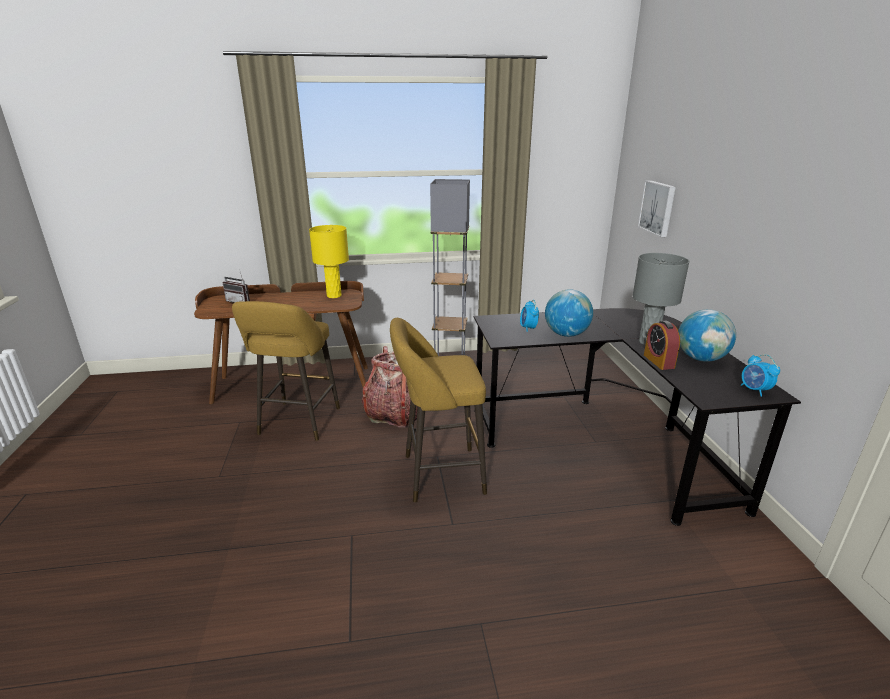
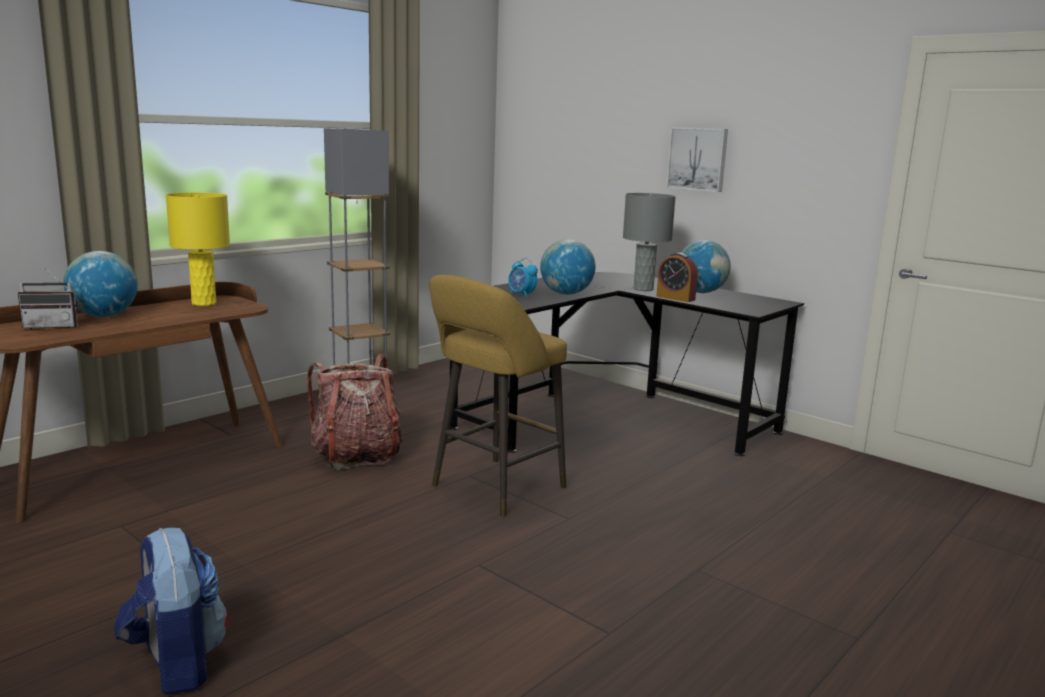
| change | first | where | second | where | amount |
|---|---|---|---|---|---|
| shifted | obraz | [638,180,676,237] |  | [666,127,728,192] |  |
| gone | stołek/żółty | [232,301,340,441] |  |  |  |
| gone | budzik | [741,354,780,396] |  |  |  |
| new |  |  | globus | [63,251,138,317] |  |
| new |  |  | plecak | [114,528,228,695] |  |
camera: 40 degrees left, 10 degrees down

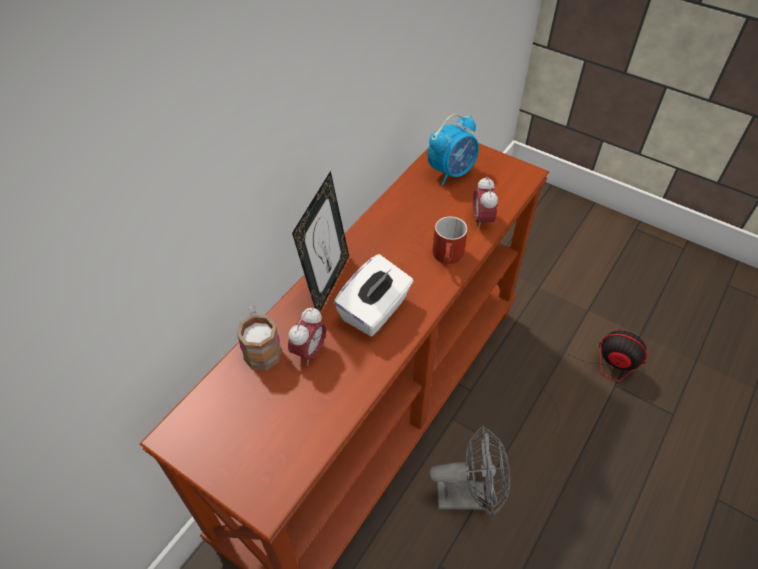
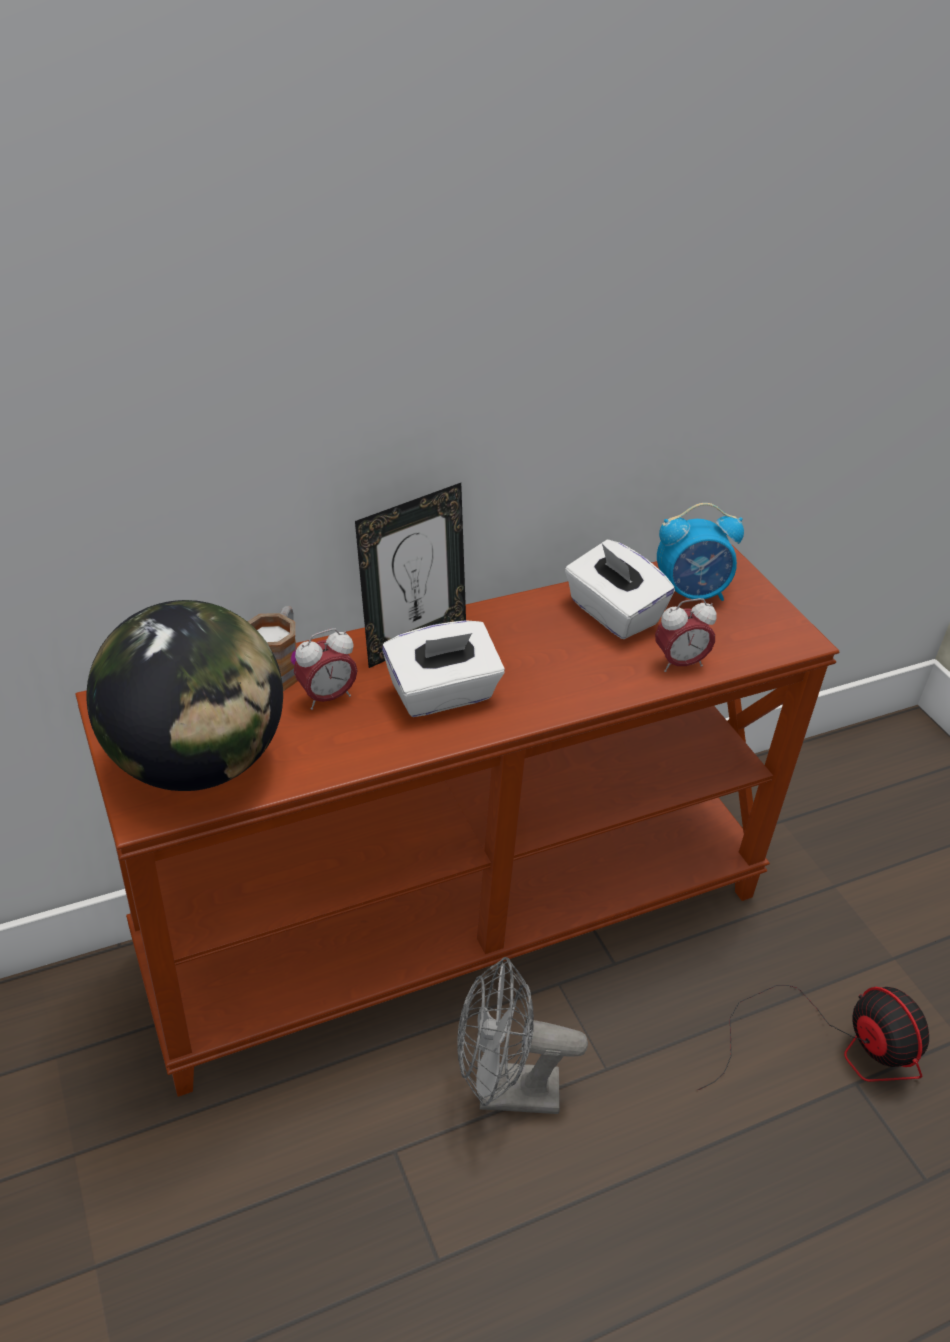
| change | first | where | second | where | amount |
|---|---|---|---|---|---|
| rotated | budzik | [473,176,498,230] |  | [655,598,717,672] | 135 degrees counterclockwise |
| gone | kubek/czerwony | [433,216,468,264] |  |  |  |
| rotated | wentylator/szary | [429,425,510,517] |  | [457,957,588,1114] | 150 degrees clockwise |
| new |  |  | pudełko chusteczek/biały | [565,539,675,639] |  |
| new |  |  | globus | [86,600,283,791] |  |
camera: 30 degrees right, 10 degrees down

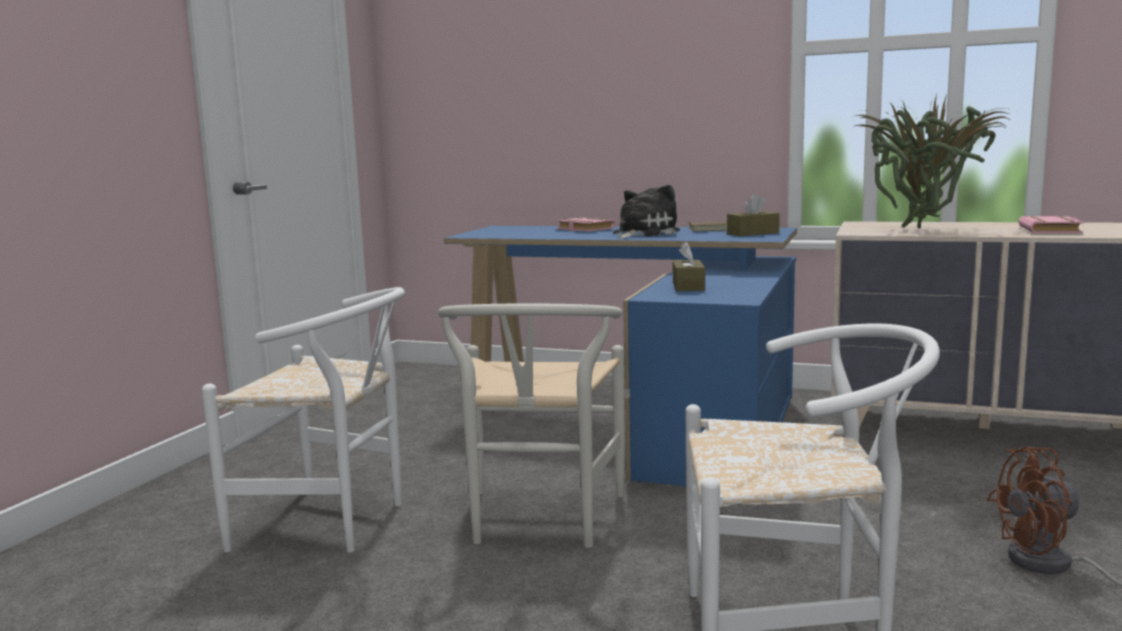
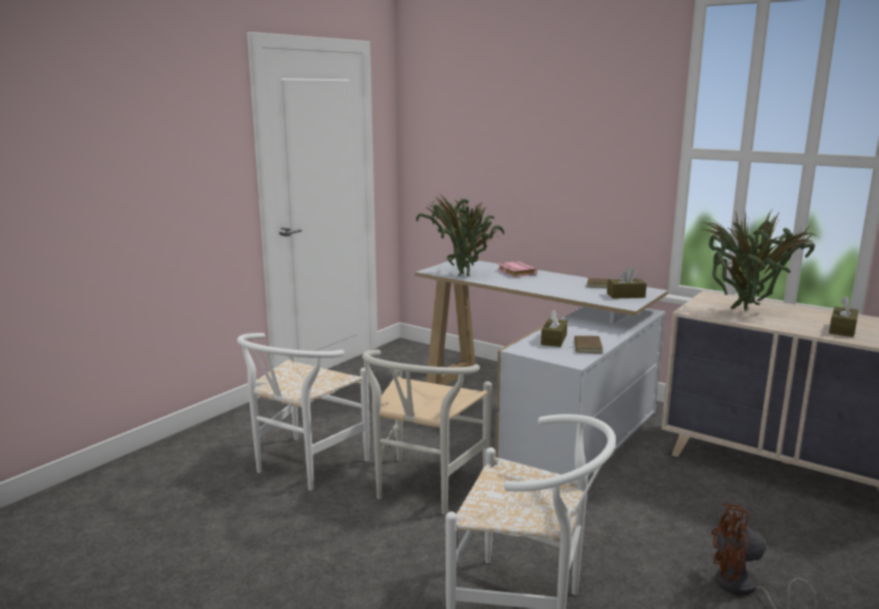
| change | first | where | second | where | amount |
|---|---|---|---|---|---|
| gone | pluszak | [613,185,680,239] |  |  |  |
| swapped | książka/różowy | [1018,215,1084,233] | pudełko chusteczek/brązowy | [829,296,859,337] |  |
| repainted | biurko/niebieski | [444,226,797,486] | biurko/biały | [415,259,668,478] |  |
| rotated | krzesło/biały | [202,287,405,552] |  | [237,333,370,491] | 90 degrees clockwise |
| new |  |  | roślina doniczkowa | [416,193,505,276] |  |
| new |  |  | książka/brązowy | [569,336,603,353] |  |
camera: 15 degrees right, 5 degrees up

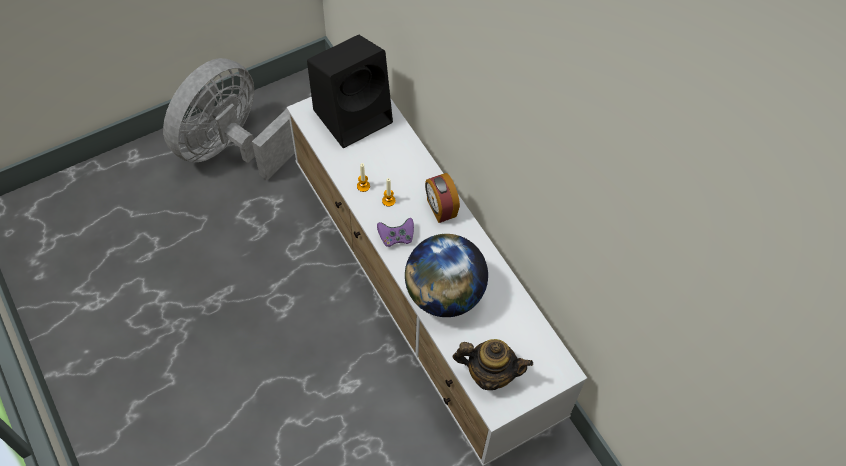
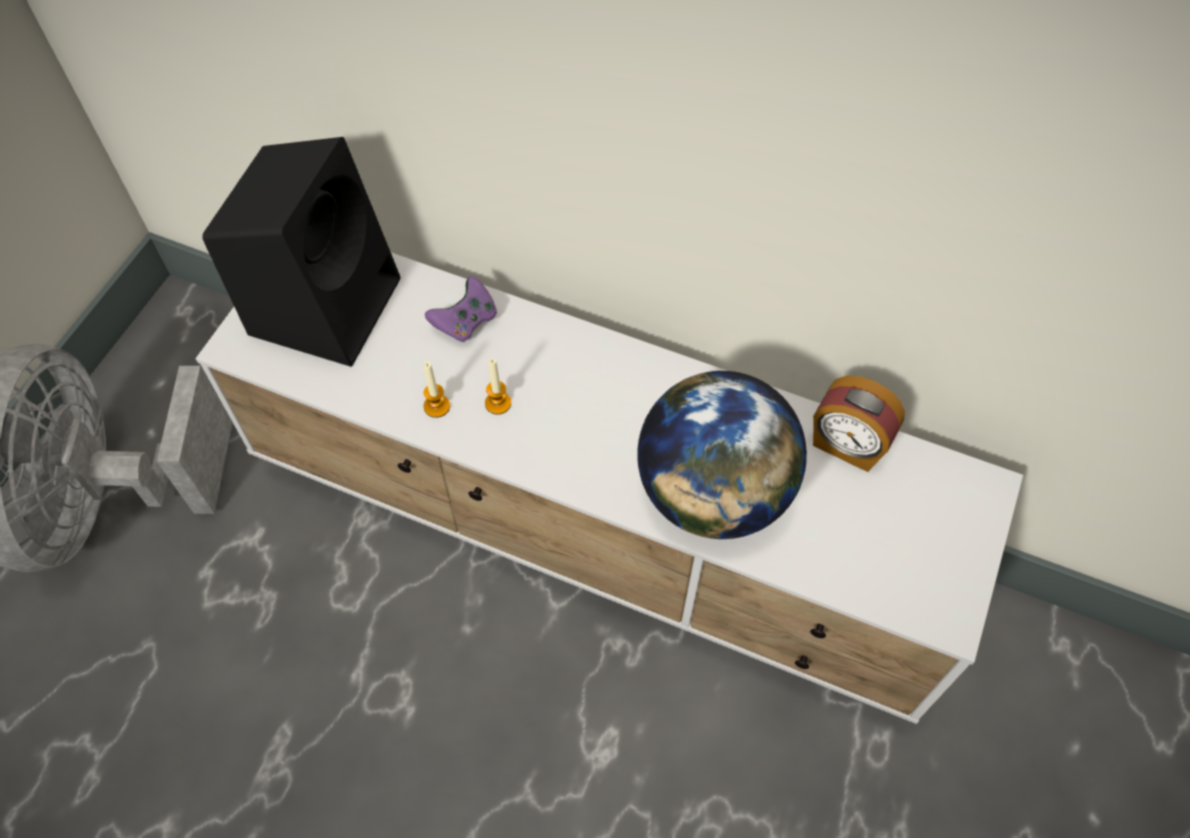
| change | first | where | second | where | amount |
|---|---|---|---|---|---|
| shifted | budzik | [425,173,460,223] |  | [813,376,905,472] |  |
| shifted | pad do gier/fioletowy | [377,218,414,247] |  | [425,276,497,342] |  |
| gone | imbryk | [453,339,533,390] |  |  |  |
camera: 35 degrees left, 0 degrees up

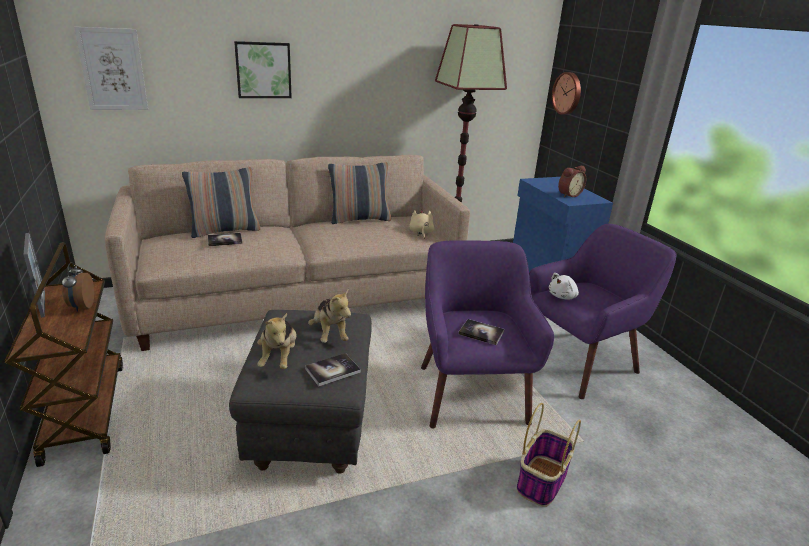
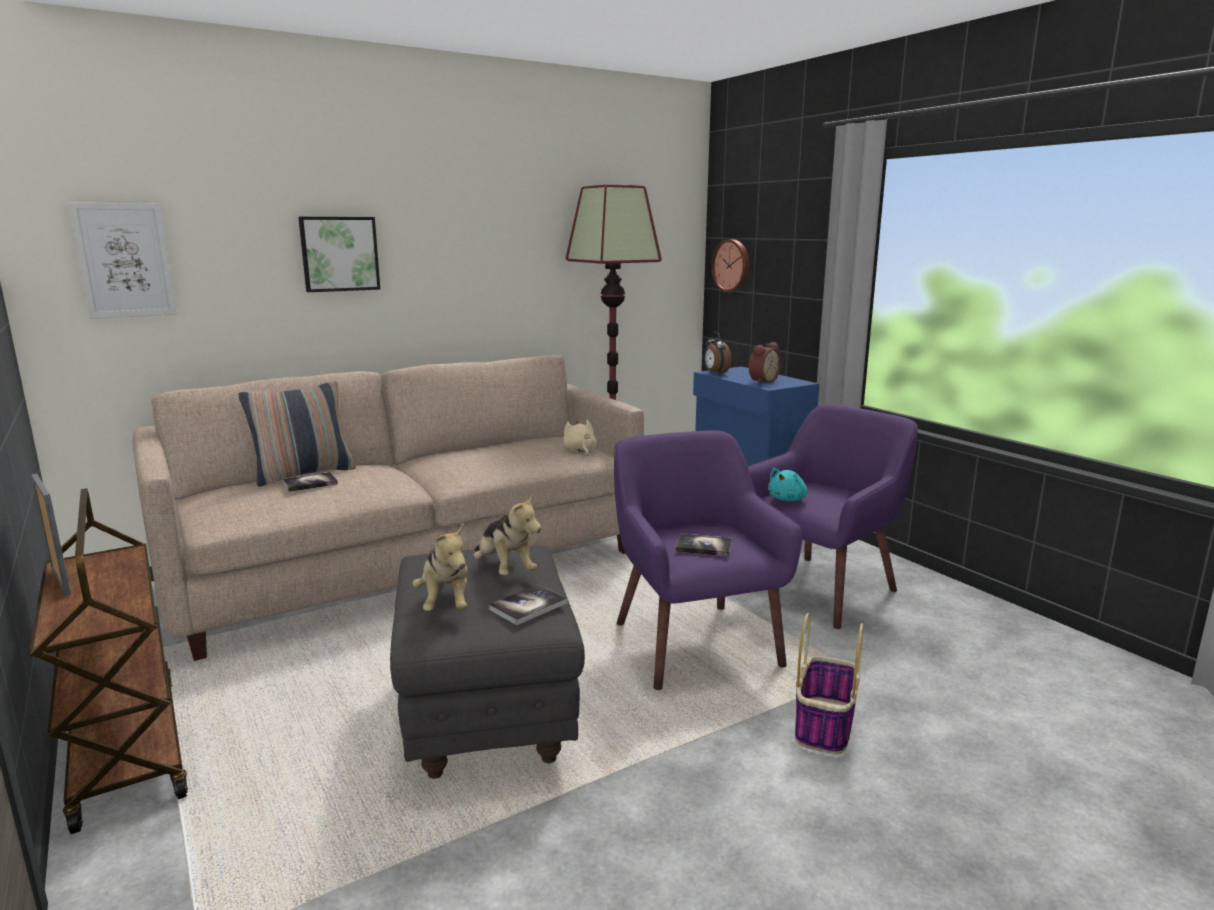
| change | first | where | second | where | amount |
|---|---|---|---|---|---|
| gone | poduszka | [328,162,391,224] |  |  |  |
| shifted | budzik | [62,262,94,312] |  | [703,332,731,374] |  |
| repainted | pluszak/biały | [549,273,579,299] | pluszak/turkusowy | [768,468,808,501] |  |
camera: 10 degrees left, 10 degrees down

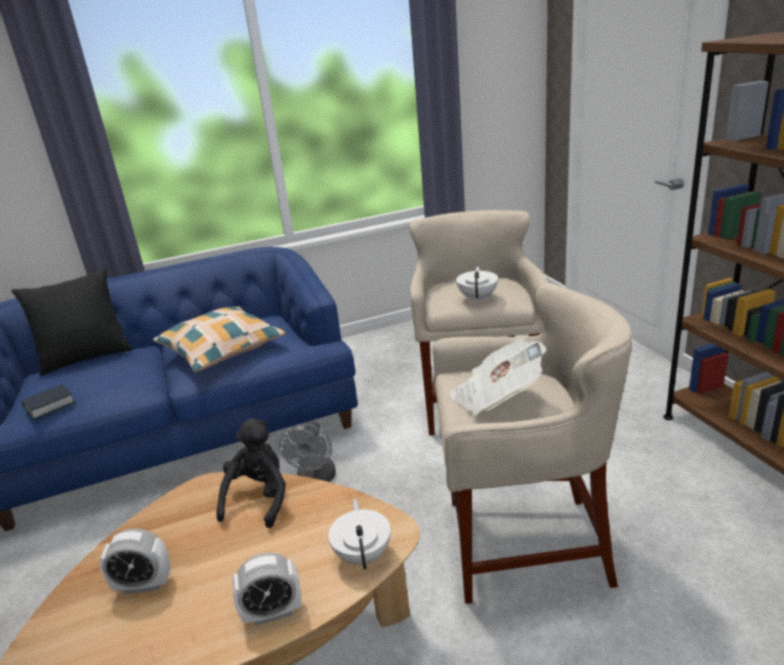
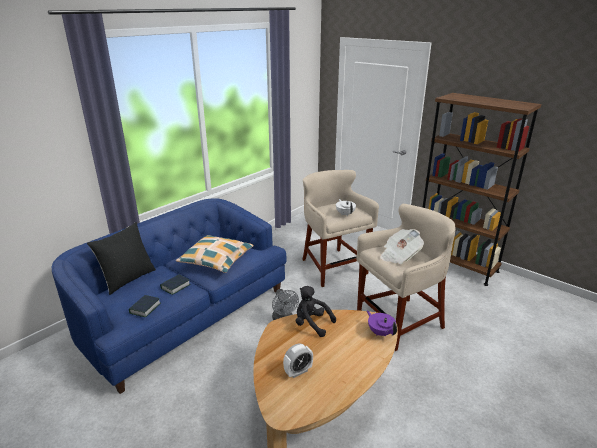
| change | first | where | second | where | amount |
|---|---|---|---|---|---|
| rotated | pluszak/czarny | [216,418,286,528] |  | [296,286,336,337] | 45 degrees counterclockwise |
| repainted | imbryk/biały | [328,499,391,569] | imbryk/fioletowy | [367,310,397,337] |  |
| gone | budzik | [232,553,302,626] |  |  |  |
| new |  |  | książka | [160,274,191,295] |  |
camera: 30 degrees left, 0 degrees up

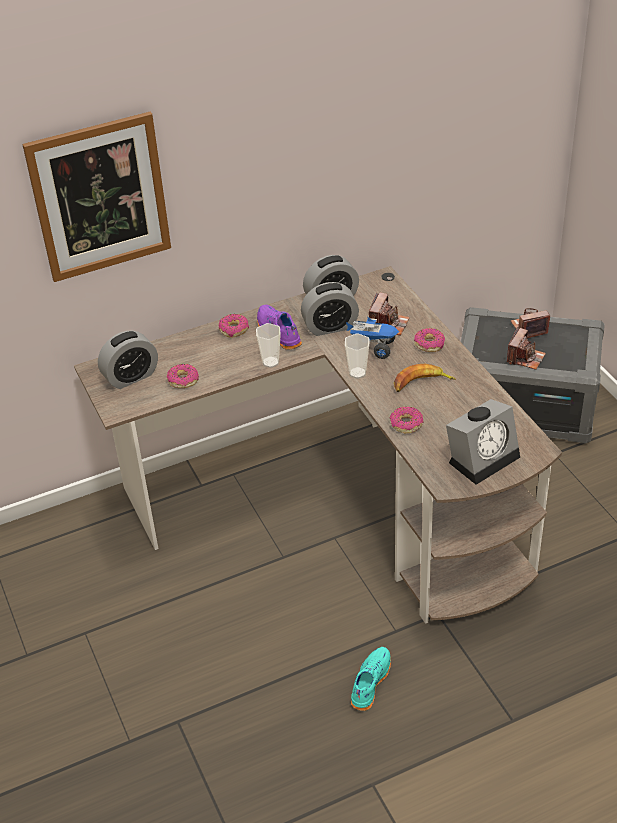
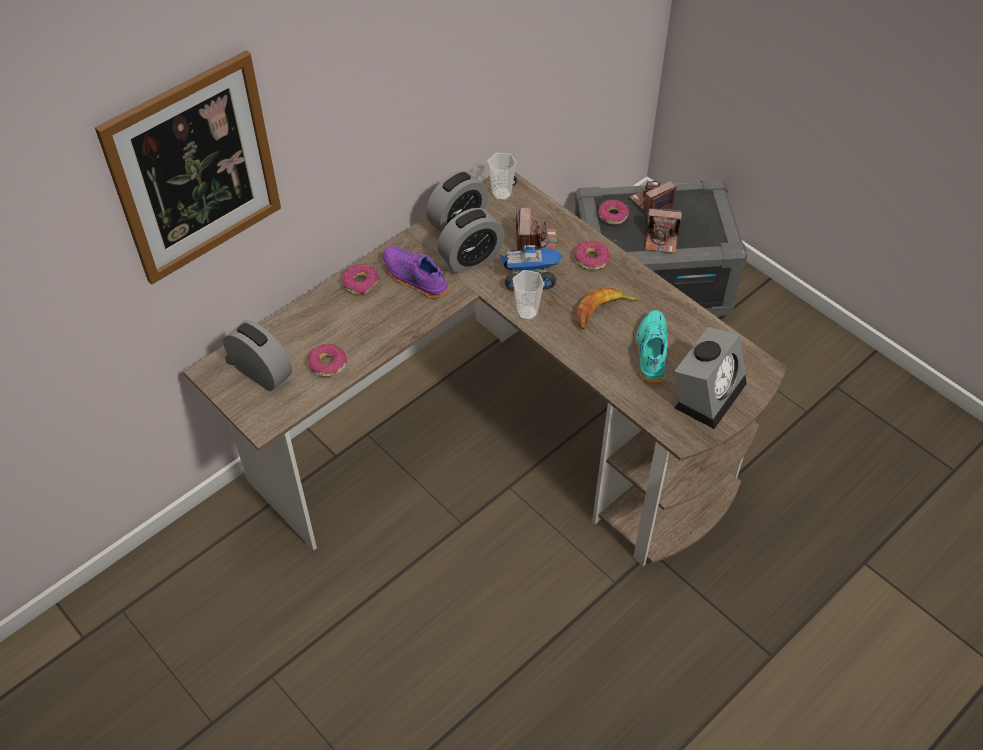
| change | first | where | second | where | amount |
|---|---|---|---|---|---|
| shifted | filiżanka | [256,323,281,368] |  | [487,153,517,201] |  |
| rotated | aparat fotograficzny | [507,328,546,370] |  | [644,208,682,254] | 90 degrees clockwise |
| rotated | budzik | [98,330,158,389] |  | [223,320,292,391] | 90 degrees counterclockwise |
| shifted | donut | [389,406,423,433] |  | [598,199,629,225] |  |
| shifted | but/turkusowy | [351,647,391,711] |  | [635,310,668,384] |  |
camera: 20 degrees left, 10 degrees up

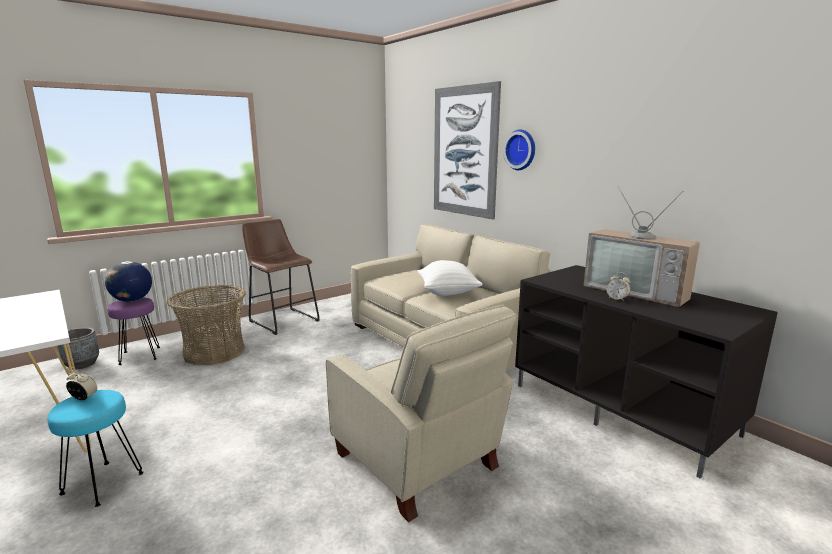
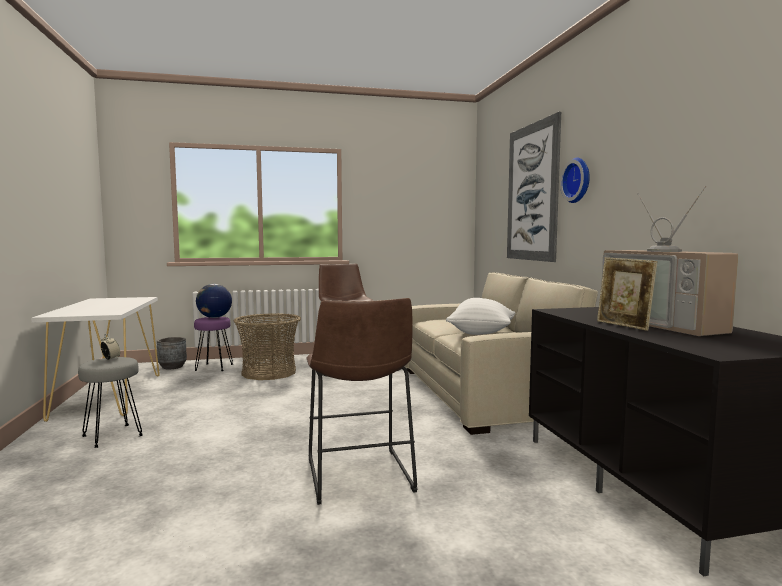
| change | first | where | second | where | amount |
|---|---|---|---|---|---|
| swapped | budzik | [606,273,630,300] | ramka na zdjęcie | [597,257,657,331] |  |
| swapped | fotel/beżowy | [326,305,517,522] | stołek/brązowy | [306,298,417,505] |  |
| repainted | stołek/turkusowy | [47,390,144,507] | stołek/szary | [78,357,143,448] |  |
camera: 25 degrees right, 10 degrees down

